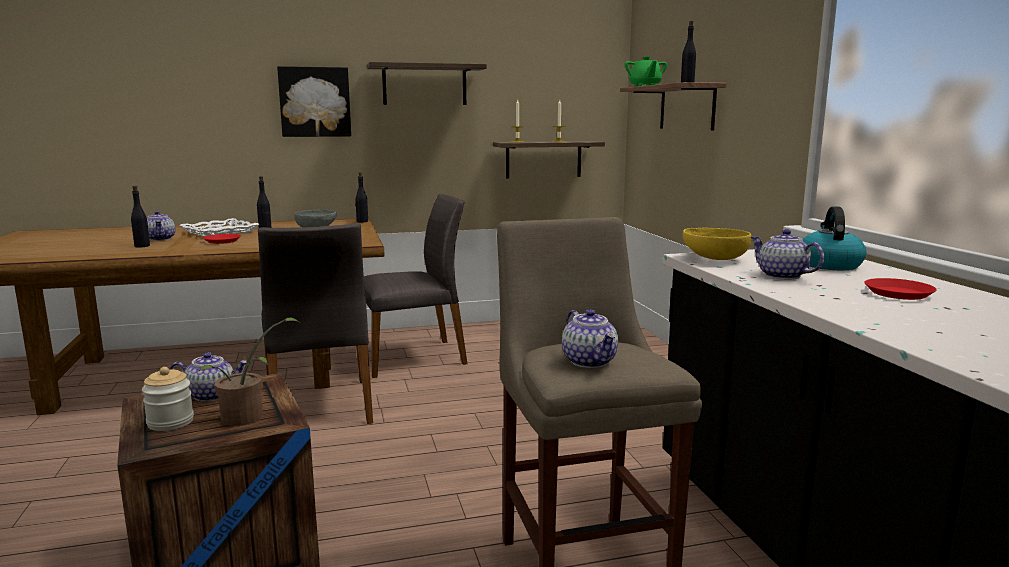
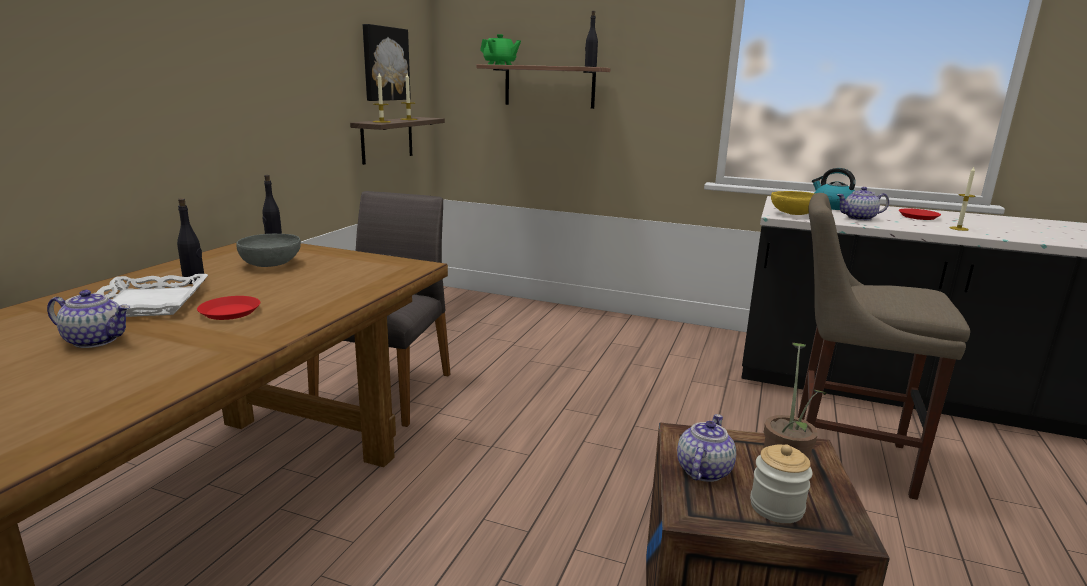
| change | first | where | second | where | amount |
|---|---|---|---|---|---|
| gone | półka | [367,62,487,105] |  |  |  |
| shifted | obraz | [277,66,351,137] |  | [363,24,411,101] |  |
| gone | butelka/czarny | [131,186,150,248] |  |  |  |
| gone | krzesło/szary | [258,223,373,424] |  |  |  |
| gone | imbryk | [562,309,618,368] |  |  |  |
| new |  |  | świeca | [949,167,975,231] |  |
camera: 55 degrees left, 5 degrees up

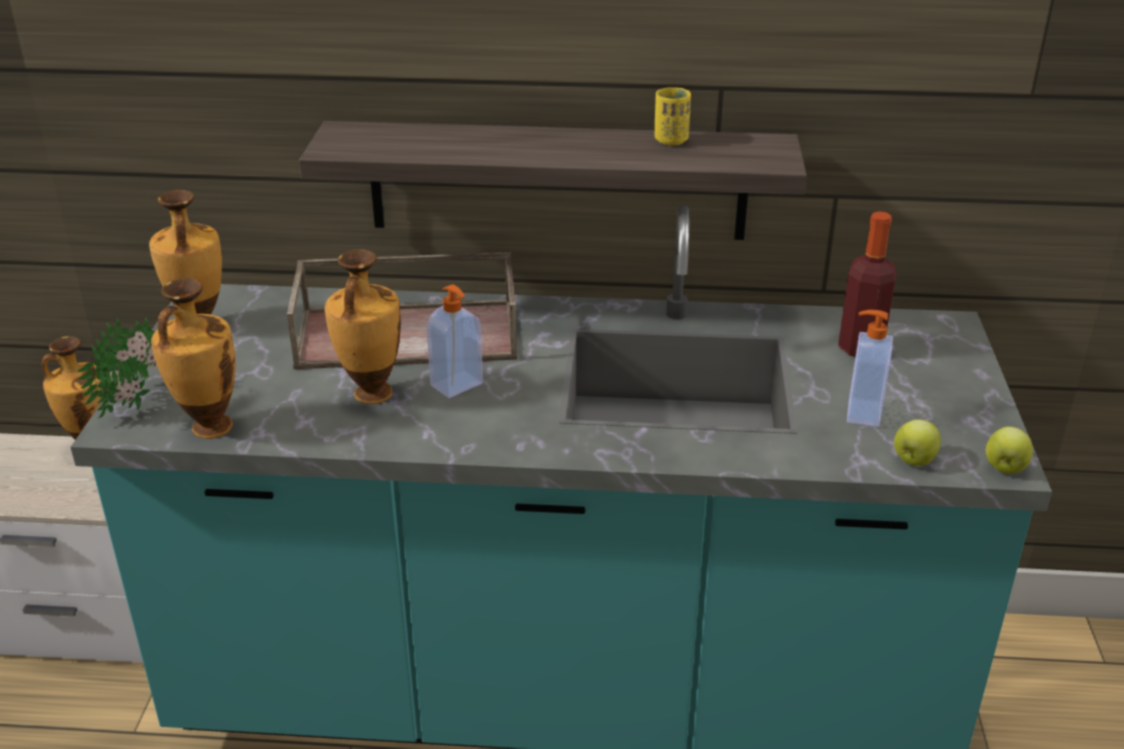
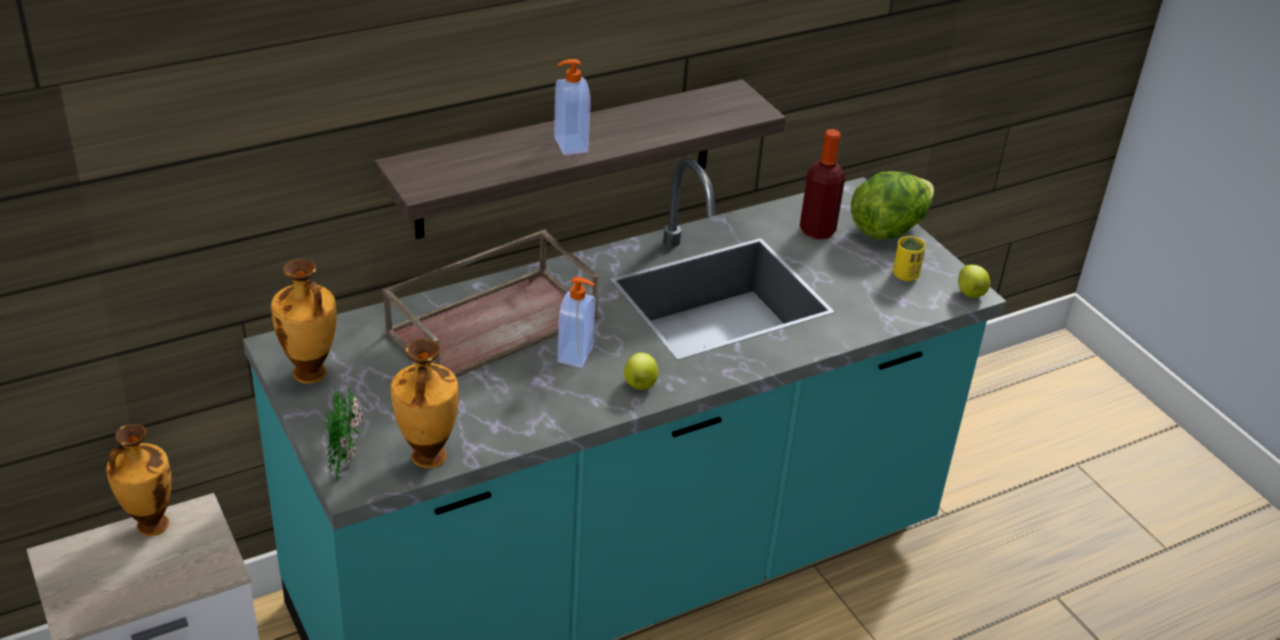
| change | first | where | second | where | amount |
|---|---|---|---|---|---|
| shifted | filiżanka/żółty | [655,87,691,145] |  | [893,236,925,281] |  |
| gone | wazon | [325,249,401,404] |  |  |  |
| shifted | dozownik mydła | [847,310,893,427] |  | [554,59,591,155] |  |
| shifted | jabłko | [894,419,941,466] |  | [624,352,658,390] |  |
| new |  |  | sałata | [851,171,934,239] |  |
camera: 35 degrees left, 5 degrees up

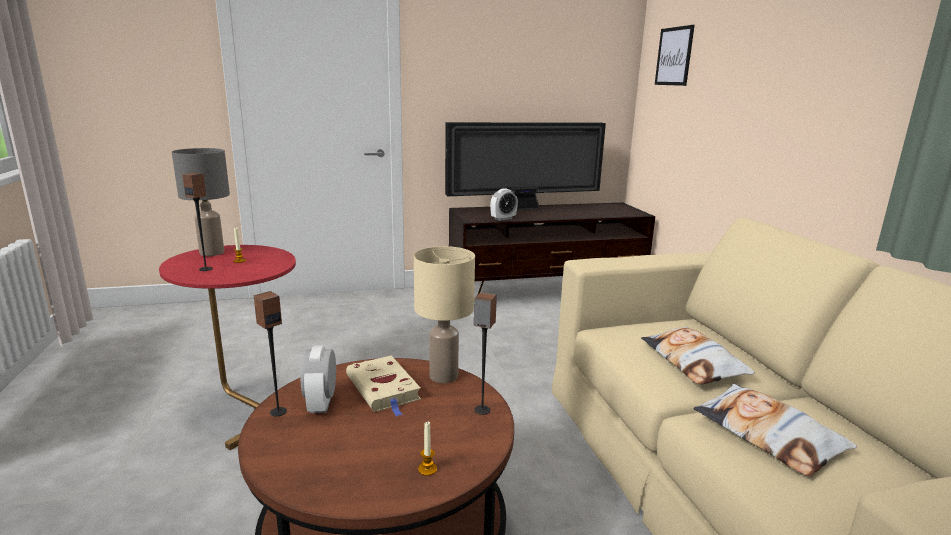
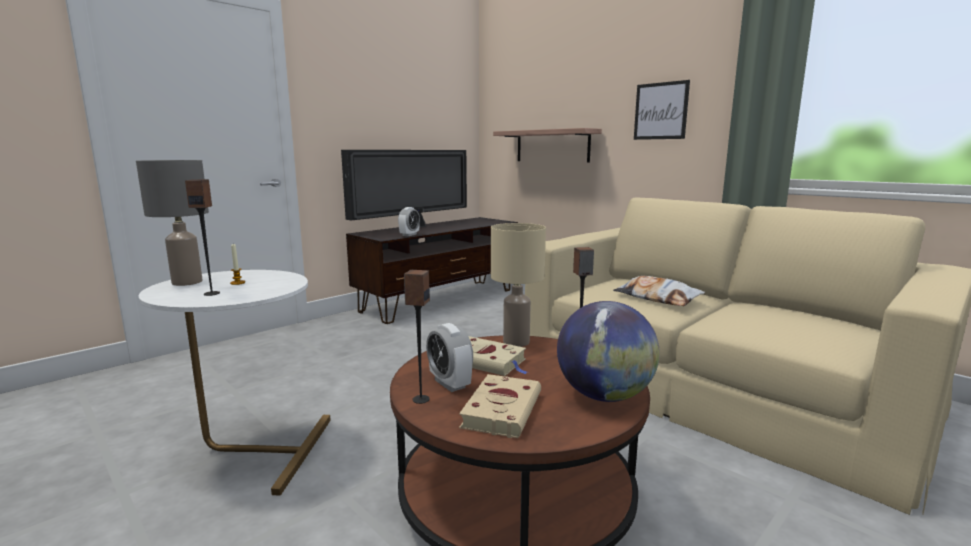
| change | first | where | second | where | amount |
|---|---|---|---|---|---|
| shifted | obraz | [655,25,695,86] |  | [634,80,690,140] |  |
| repainted | stolik/czerwony | [159,245,296,450] | stolik/biały | [139,270,331,495] |  |
| gone | poduszka | [693,384,857,477] |  |  |  |
| swapped | świeca | [418,422,437,476] | globus | [557,301,660,402] |  |
| new |  |  | półka | [493,128,602,163] |  |
| new |  |  | książka/beżowy | [459,374,541,438] |  |
camera: 30 degrees left, 5 degrees down

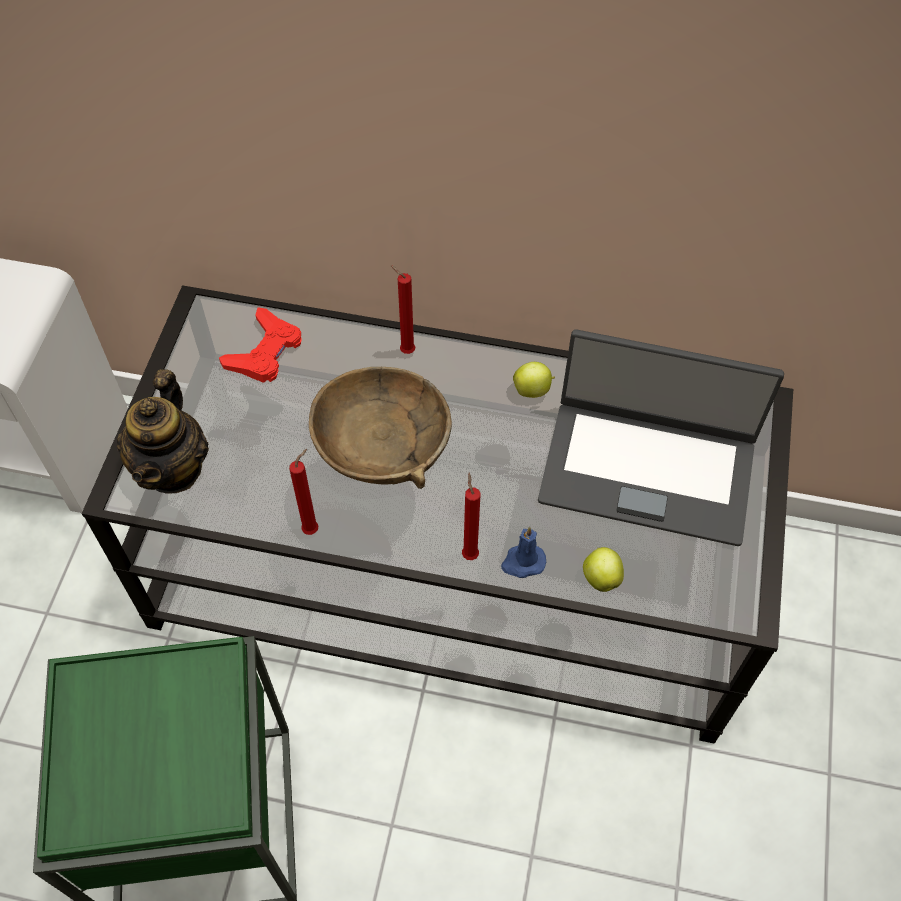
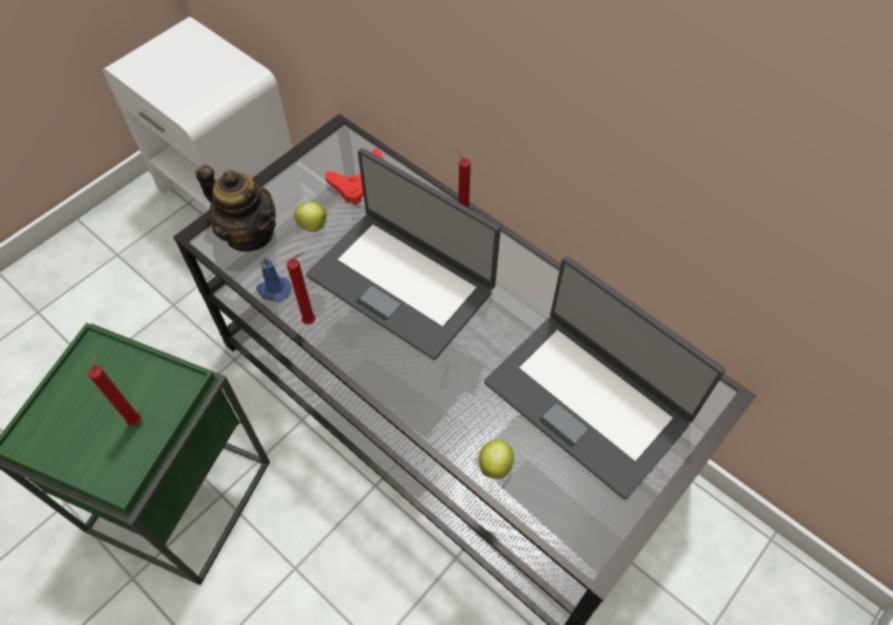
| change | first | where | second | where | amount |
|---|---|---|---|---|---|
| shifted | jabłko | [513,362,555,398] |  | [294,202,328,232] |  |
| swapped | miska/brązowy | [309,367,452,489] | laptop | [306,148,501,360] |  |
| rotated | imbryk | [117,369,209,494] |  | [196,165,276,252] | 90 degrees counterclockwise |
| shifted | świeca/czerwony | [462,473,481,560] |  | [88,353,141,427] |  |
| shifted | świeca/niebieski | [501,527,546,578] |  | [257,256,292,302] |  |
camera: 30 degrees right, 0 degrees up

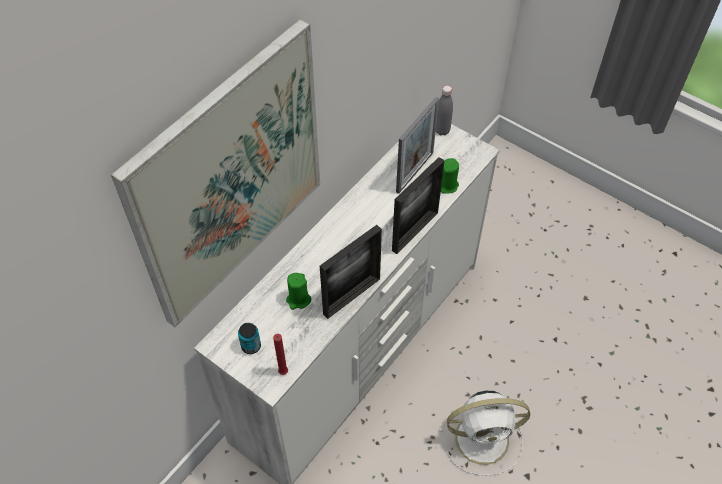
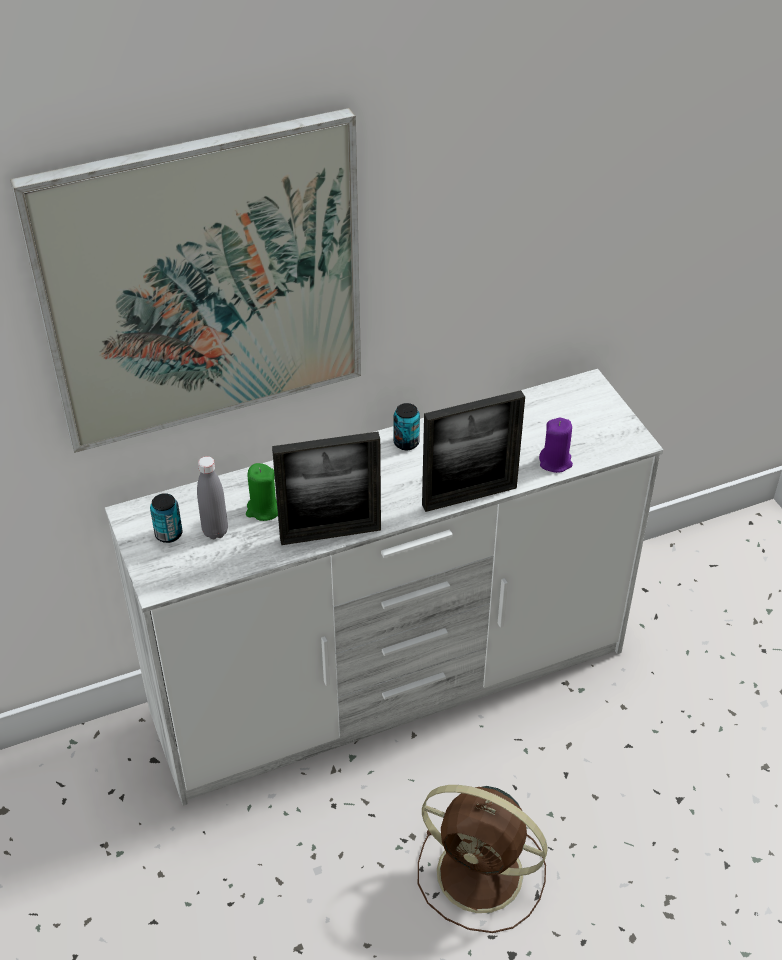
| change | first | where | second | where | amount |
|---|---|---|---|---|---|
| shifted | butelka/szary | [436,85,453,135] |  | [197,456,228,539] |  |
| gone | ramka na zdjęcie | [396,97,439,194] |  |  |  |
| repainted | świeca/zielony | [441,158,459,194] | świeca/fioletowy | [539,418,573,473] |  |
| gone | świeca/czerwony | [273,334,288,375] |  |  |  |
| repainted | wentylator/biały | [439,391,530,476] | wentylator/brązowy | [418,785,548,933] |  |
| new |  |  | puszka | [394,403,420,450] |  |
camera: 30 degrees right, 10 degrees down

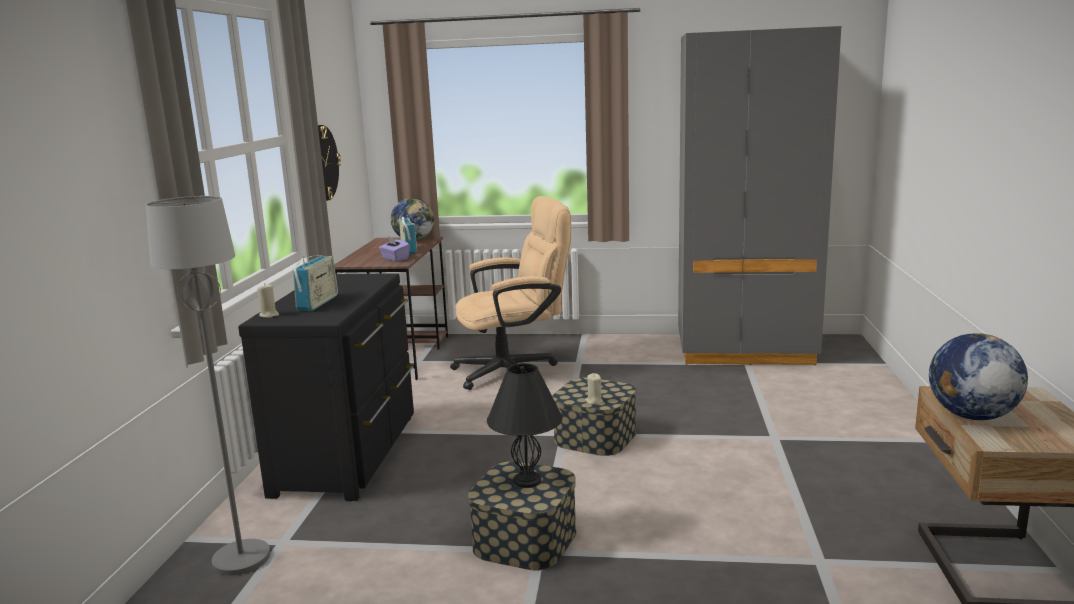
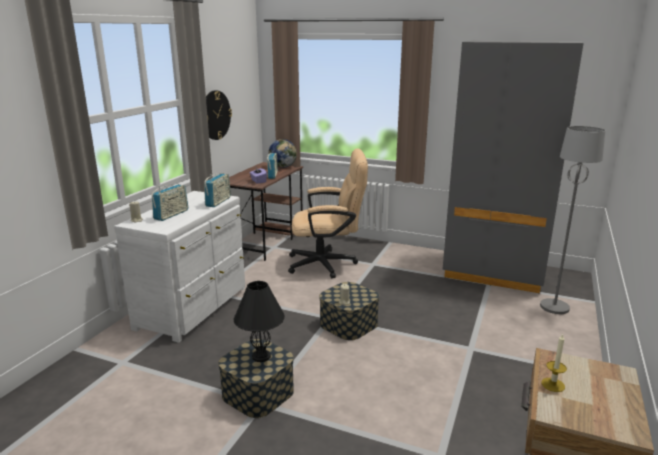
| change | first | where | second | where | amount |
|---|---|---|---|---|---|
| shifted | lampa stojąca/szary | [146,196,270,576] |  | [540,126,605,314] |  |
| repainted | komoda/czarny | [238,273,414,501] | komoda/biały | [114,191,245,343] |  |
| swapped | globus | [929,333,1028,420] | świeca | [542,334,567,392] |  |
| new |  |  | radio | [204,173,231,207] |  |
camera: 15 degrees right, 5 degrees up

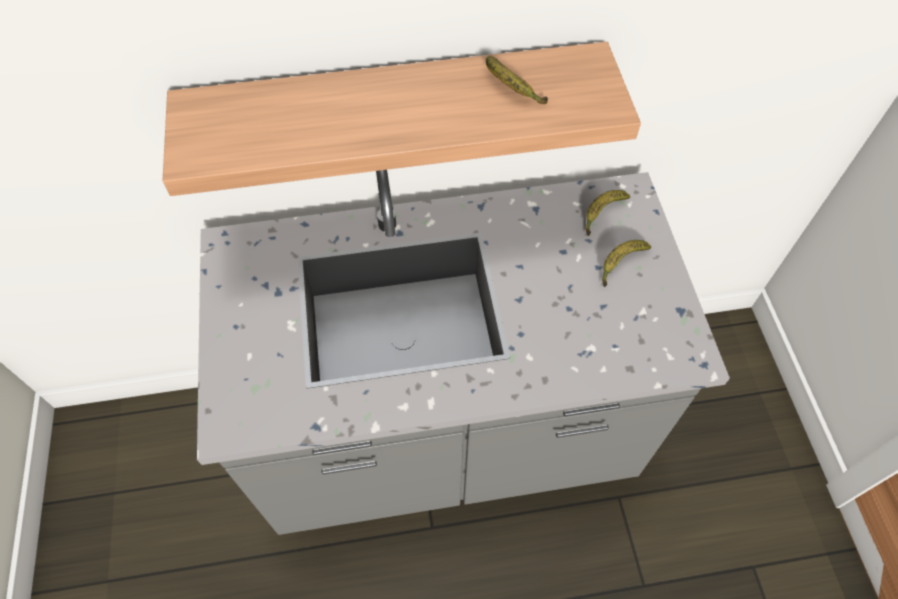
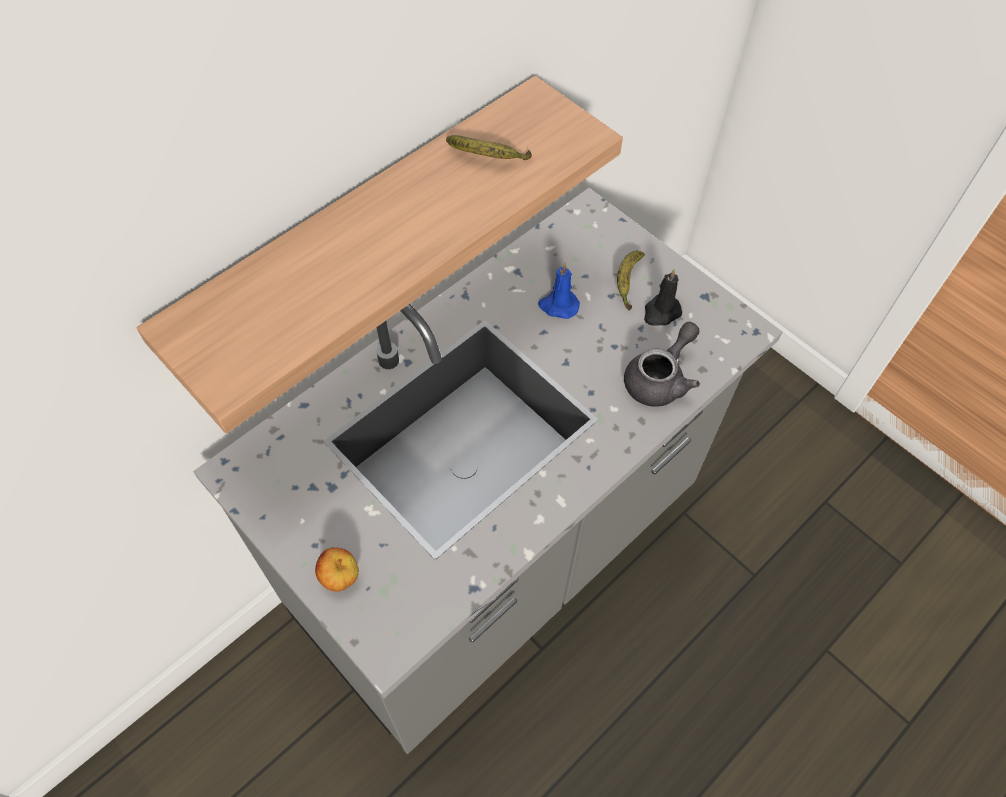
| change | first | where | second | where | amount |
|---|---|---|---|---|---|
| gone | banan | [586,190,630,236] |  |  |  |
| new |  |  | świeca/niebieski | [538,263,580,319] |  |
| new |  |  | świeca/czarny | [644,269,682,326] |  |
| new |  |  | imbryk/szary | [624,321,700,407] |  |
| new |  |  | jabłko | [315,548,359,591] |  |
camera: 35 degrees left, 0 degrees up

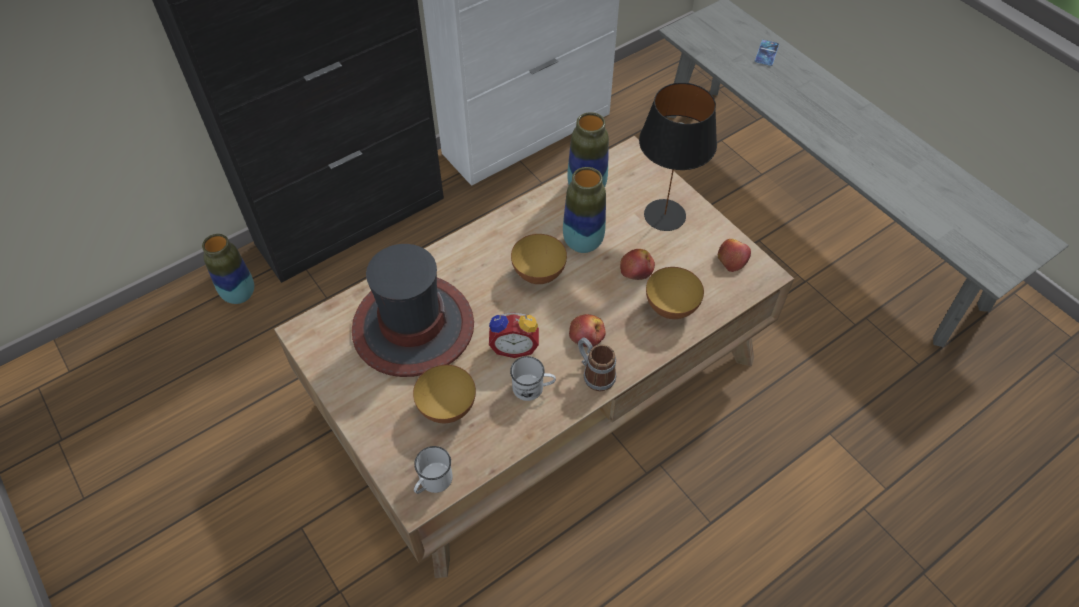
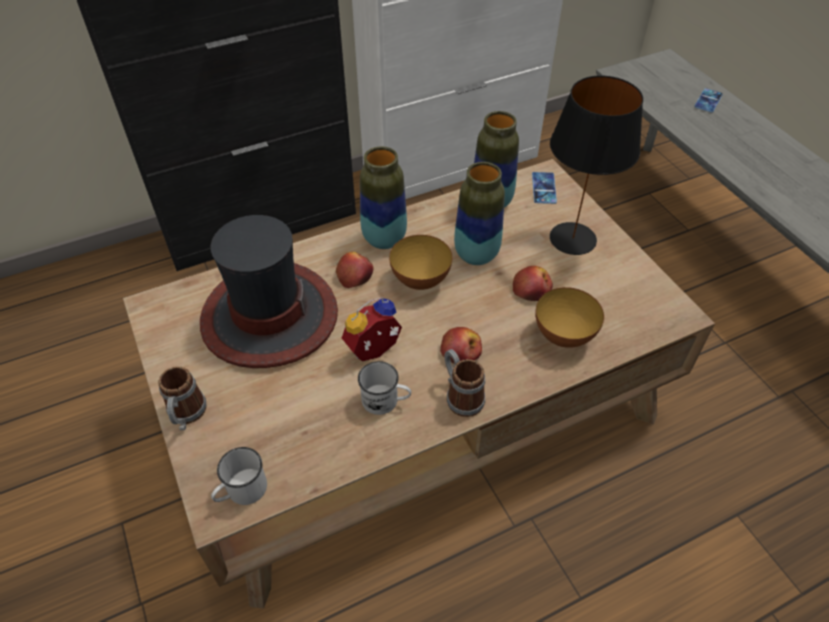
| change | first | where | second | where | amount |
|---|---|---|---|---|---|
| shifted | wazon | [202,234,254,304] |  | [360,146,407,249] |  |
| shifted | jabłko | [718,239,751,272] |  | [336,252,374,288] |  |
| rotated | budzik | [489,312,539,358] |  | [342,297,402,361] | 135 degrees clockwise |
| gone | miska | [413,365,476,423] |  |  |  |
| new |  |  | telefon | [532,172,557,204] |  |
| new |  |  | kubek | [159,366,207,430] |  |
camera: 10 degrees right, 5 degrees down

